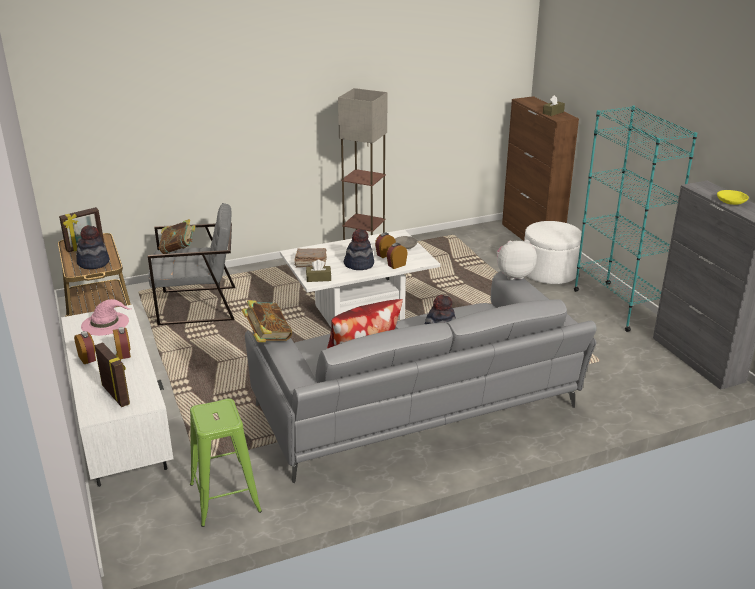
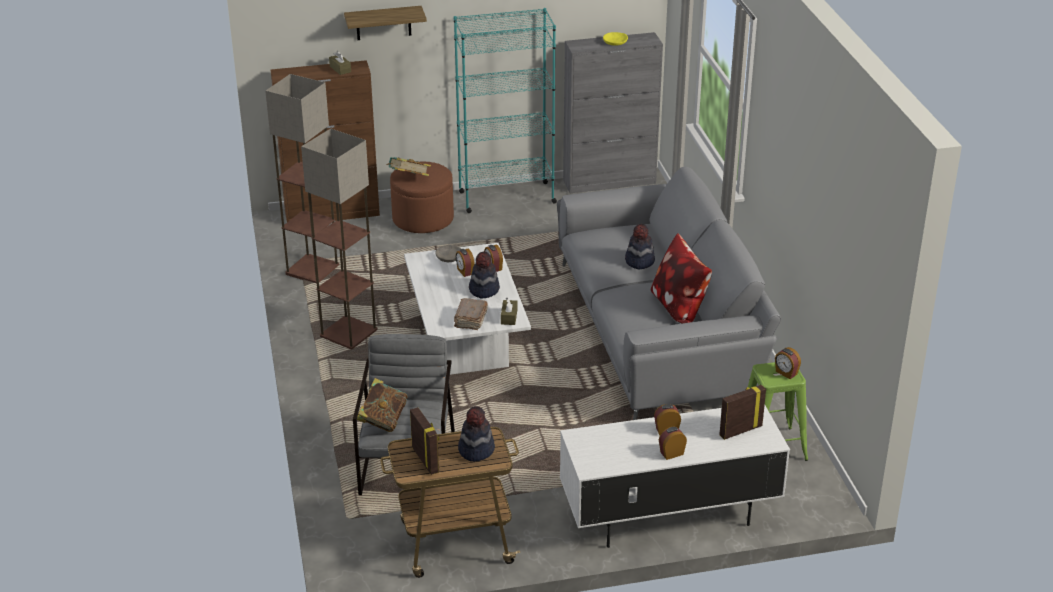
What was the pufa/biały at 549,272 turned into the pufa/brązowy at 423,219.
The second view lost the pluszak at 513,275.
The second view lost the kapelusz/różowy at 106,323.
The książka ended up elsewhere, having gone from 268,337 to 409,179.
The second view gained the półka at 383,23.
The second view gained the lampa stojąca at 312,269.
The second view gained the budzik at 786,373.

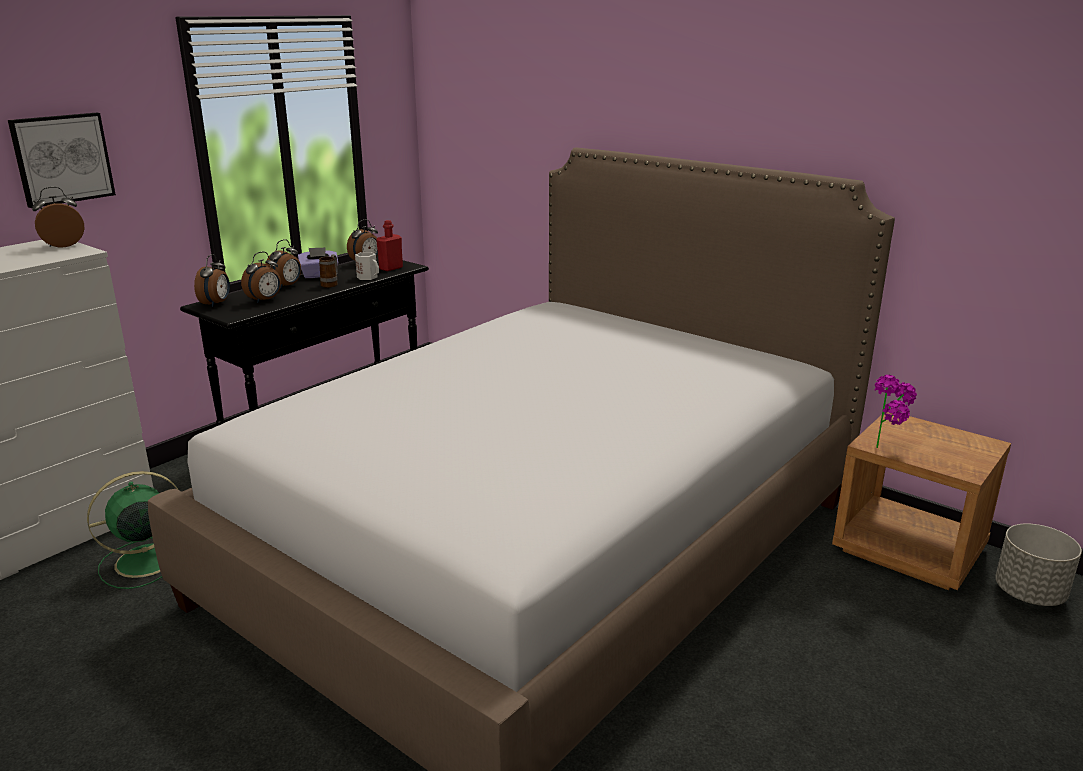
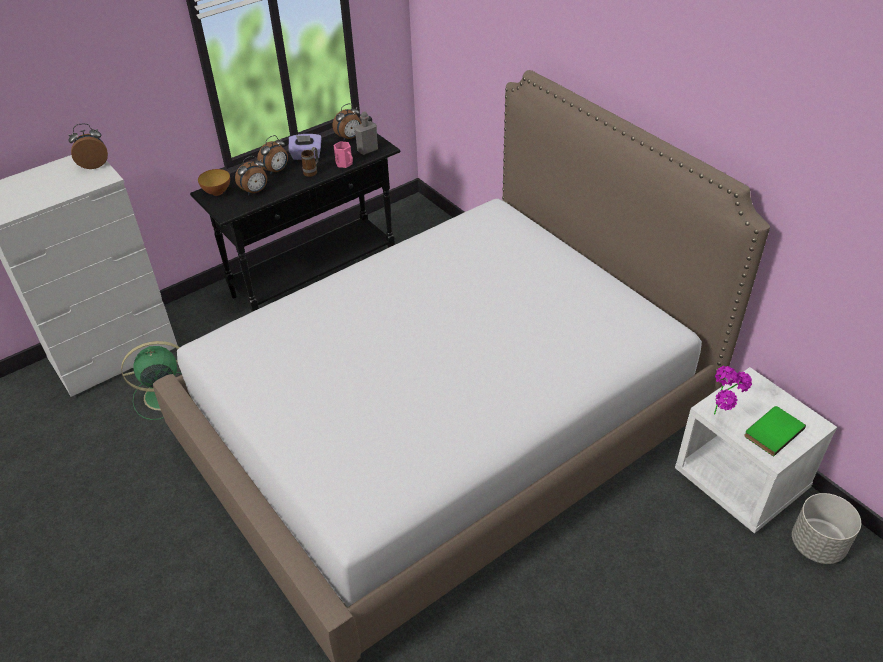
The second view lost the obraz at 62,159.
What was the butelka/czerwony at 391,268 turned into the butelka/szary at 367,150.
What was the kubek/biały at 368,277 turned into the kubek/różowy at 345,163.
Where the budzik stood at 216,304, the miska came to stand at 217,192.
What was the szafka nocna/brązowy at 910,550 turned into the szafka nocna/biały at 741,482.
The second view gained the książka/zielony at 772,431.

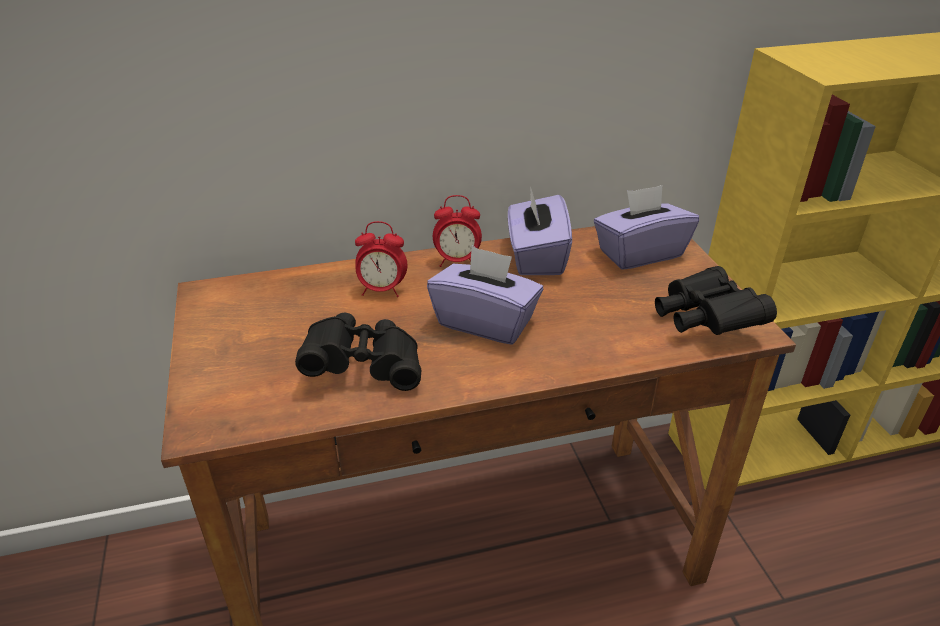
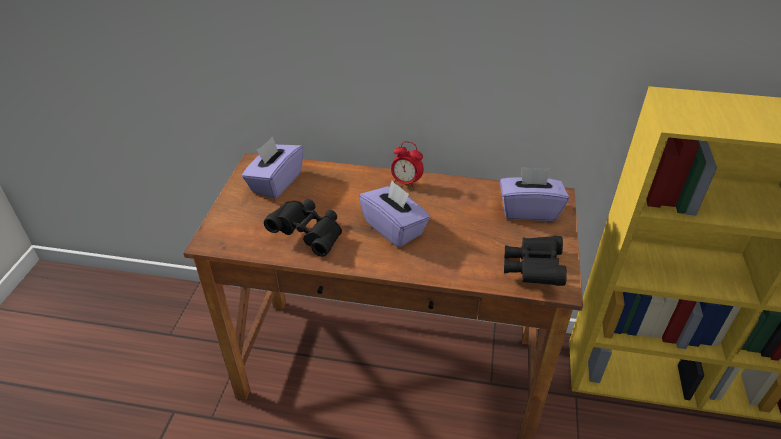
The pudełko chusteczek/fioletowy ended up elsewhere, having gone from 536,257 to 275,182.
The second view lost the budzik at 382,290.

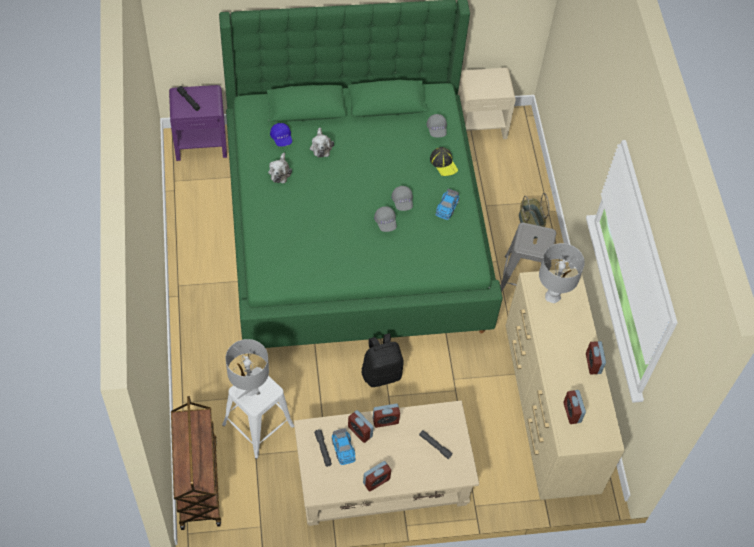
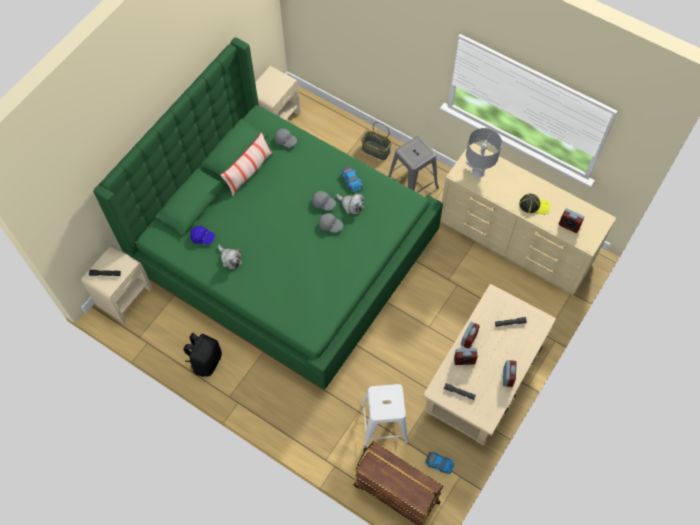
What was the szafka nocna/fioletowy at 201,144 turned into the szafka nocna/beżowy at 125,297.
The pluszak ended up elsewhere, having gone from 320,146 to 351,205.
The czapka z daszkiem ended up elsewhere, having gone from 443,163 to 534,205.
The plecak/czarny ended up elsewhere, having gone from 381,373 to 206,361.
The second view lost the lampa stołowa/szary at 249,389.
The second view lost the budzik at 593,363.
The samochodzik ended up elsewhere, having gone from 343,449 to 439,463.
The second view gained the poduszka at 249,172.

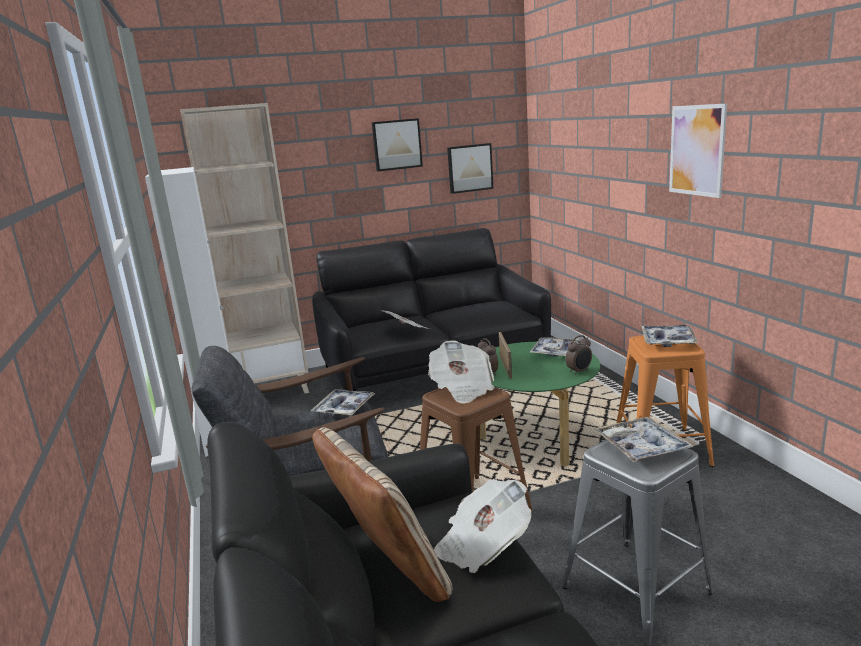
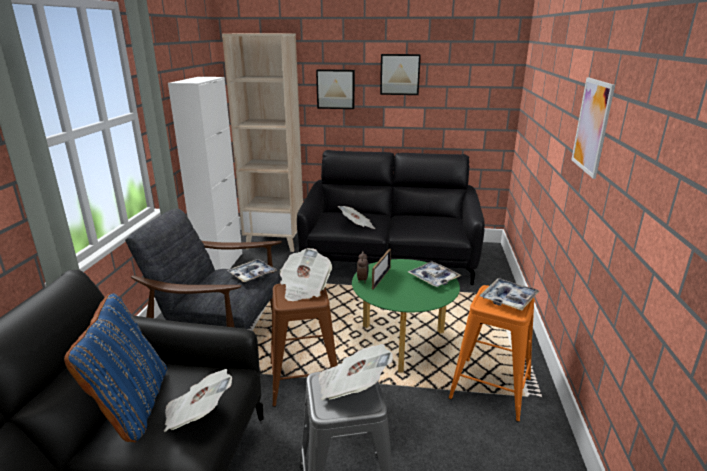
The obraz ended up elsewhere, having gone from 469,168 to 336,89.
The second view lost the budzik at 579,371.
Where the taca stood at 641,447, the gazeta came to stand at 352,387.
What was the poduszka/beżowy at 387,572 turned into the poduszka/niebieski at 132,405.

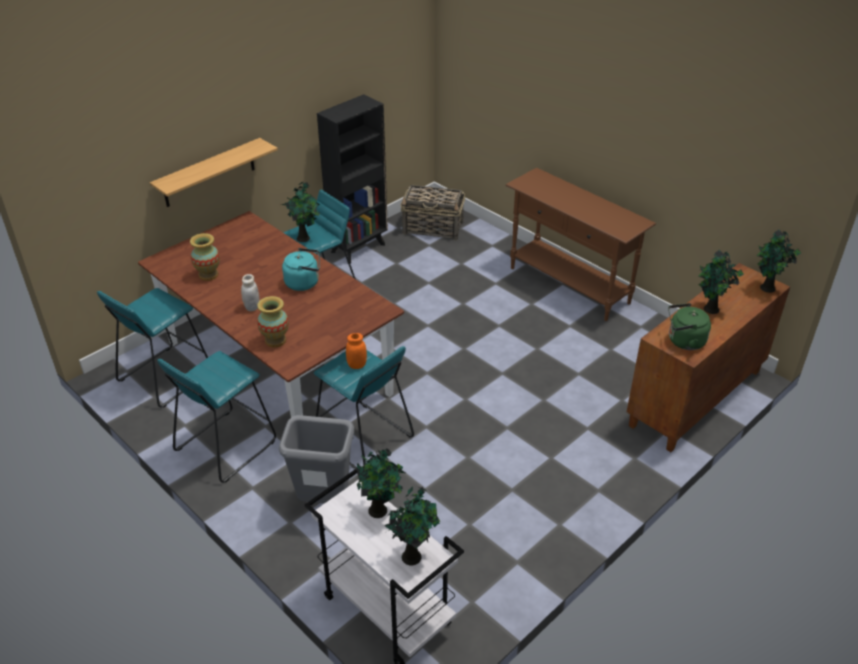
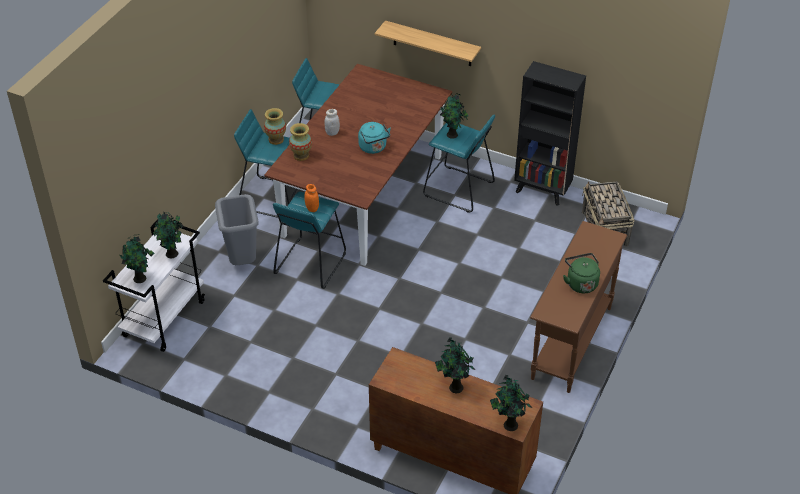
The wazon ended up elsewhere, having gone from 208,275 to 276,139.
The czajnik/zielony ended up elsewhere, having gone from 684,341 to 580,283.

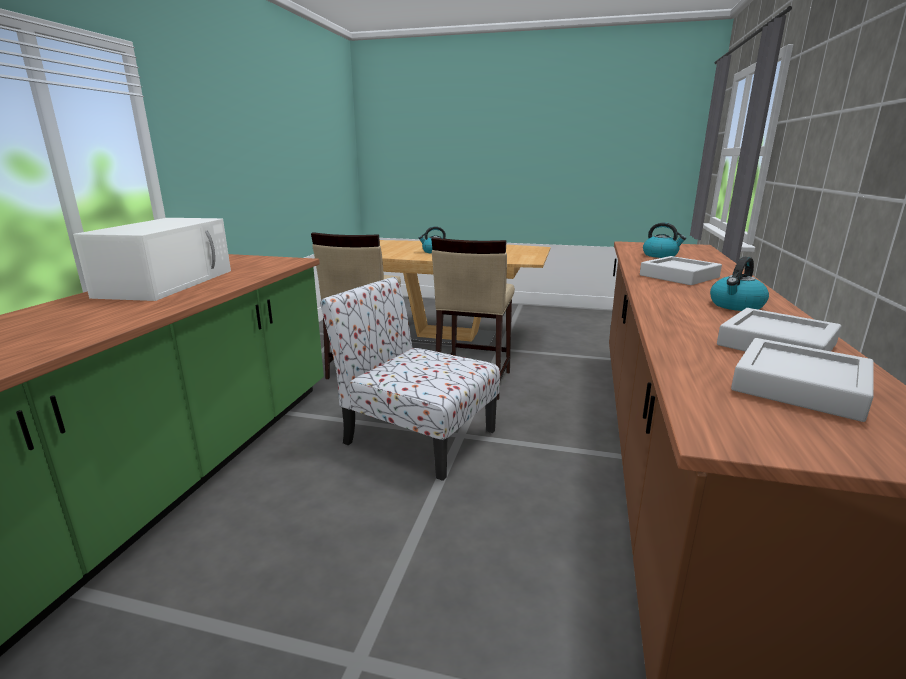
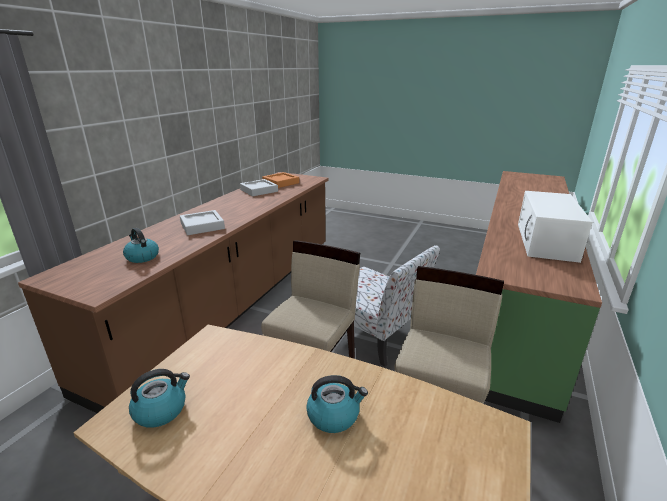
The czajnik ended up elsewhere, having gone from 736,306 to 161,410.
What was the taca/szary at 799,386 turned into the taca/pomarańczowy at 281,183.

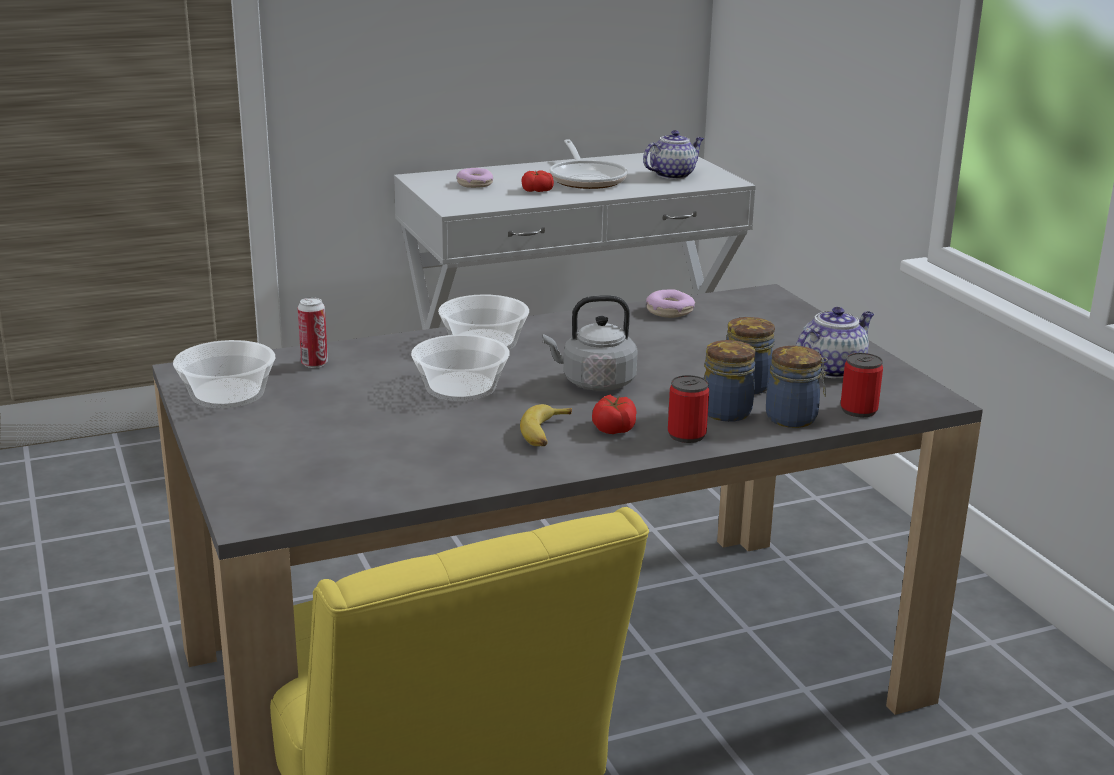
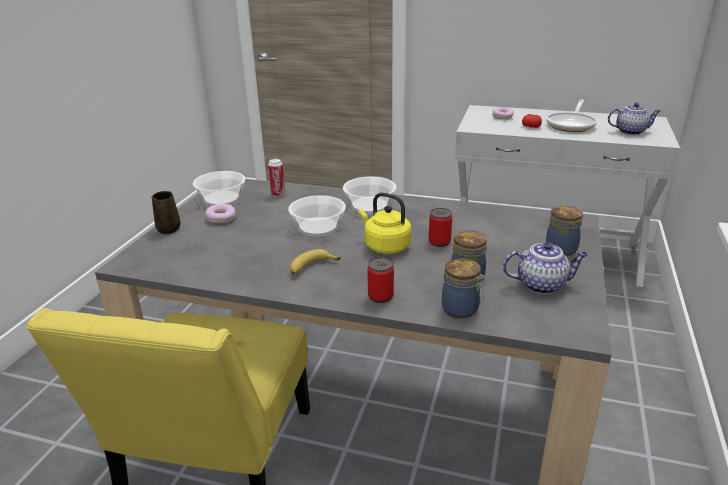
The donut ended up elsewhere, having gone from 670,311 to 221,218.
What was the czajnik/szary at 594,383 turned into the czajnik/żółty at 385,246.
The słoik ended up elsewhere, having gone from 726,411 to 561,249.
The puszka ended up elsewhere, having gone from 858,410 to 439,242.
The second view lost the pomidor at 613,427.
The second view gained the kubek/brązowy at 169,228.

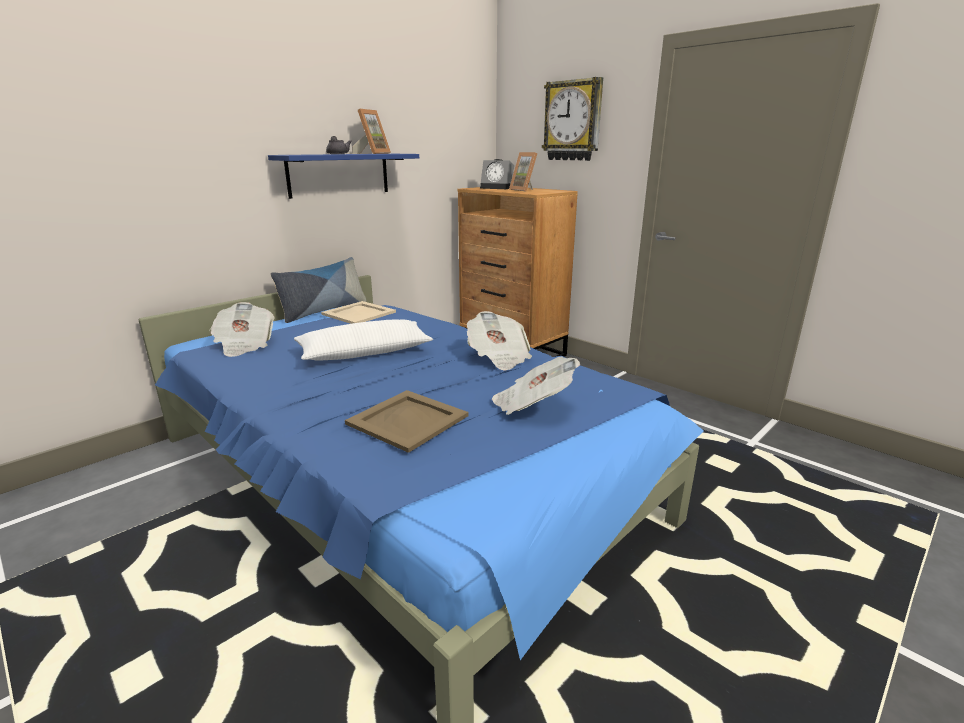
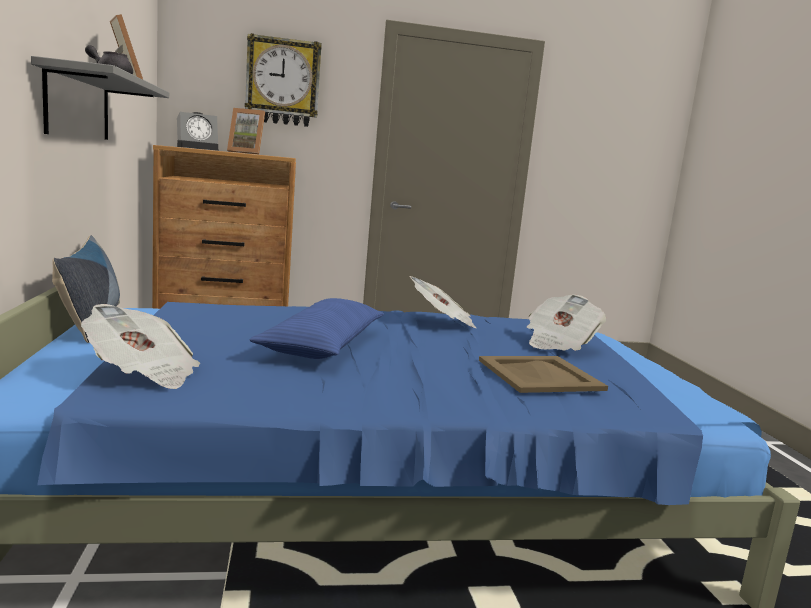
What was the półka/niebieski at 339,174 turned into the półka/szary at 78,105.
The second view lost the taca/beżowy at 359,313.
What was the poduszka/biały at 365,352 turned into the poduszka/niebieski at 323,344.

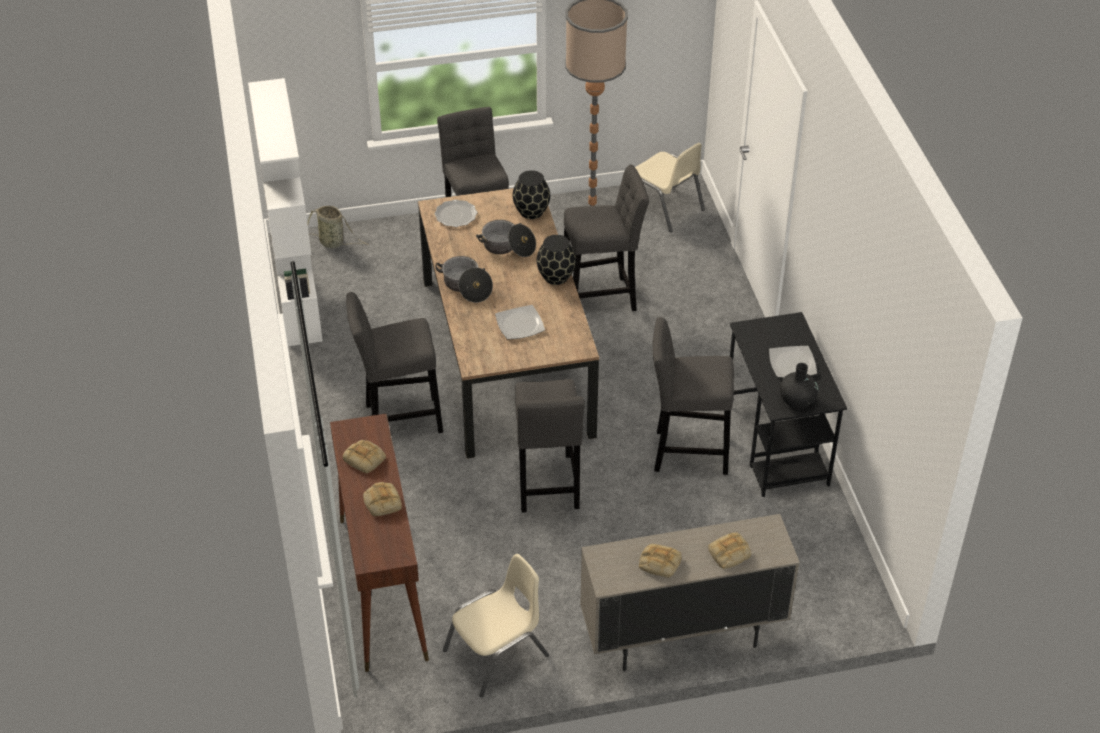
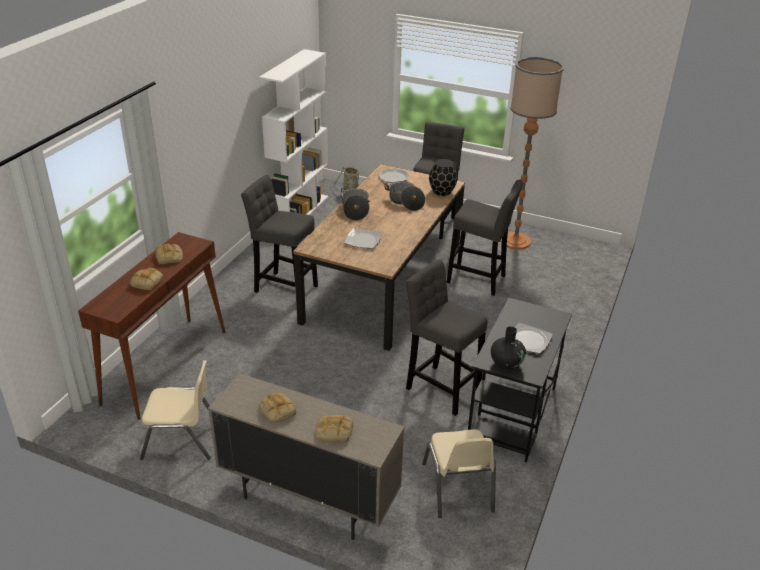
The krzesło/beżowy ended up elsewhere, having gone from 664,207 to 458,487.
The second view lost the wazon/czarny at 556,277.
The second view lost the stołek/szary at 547,487.

